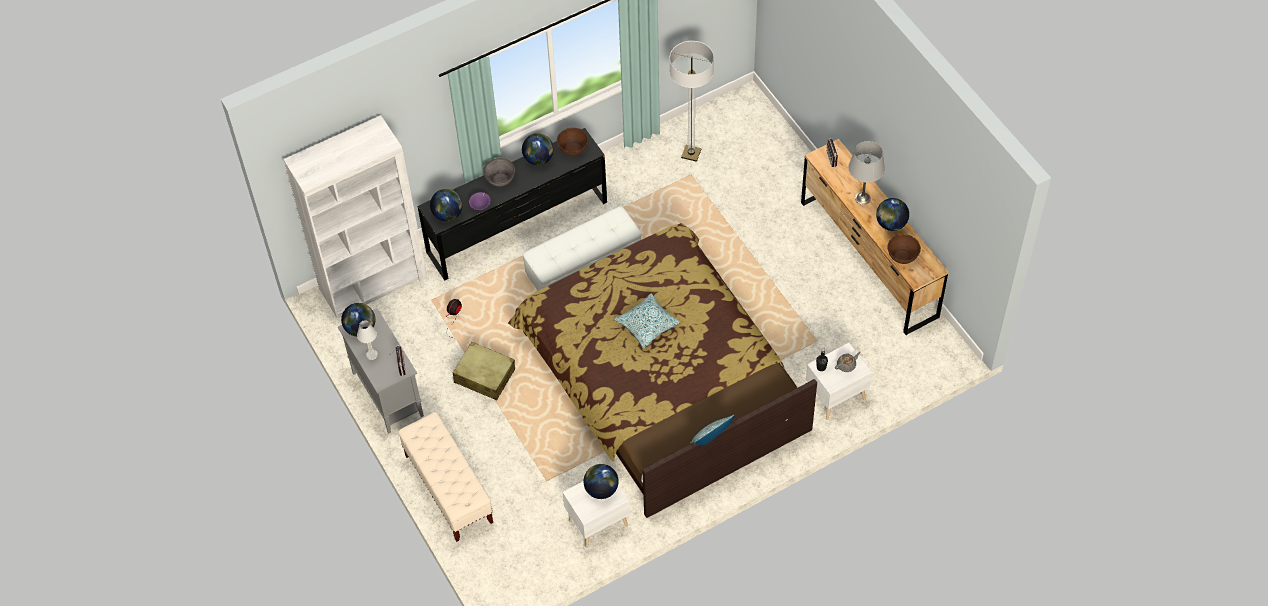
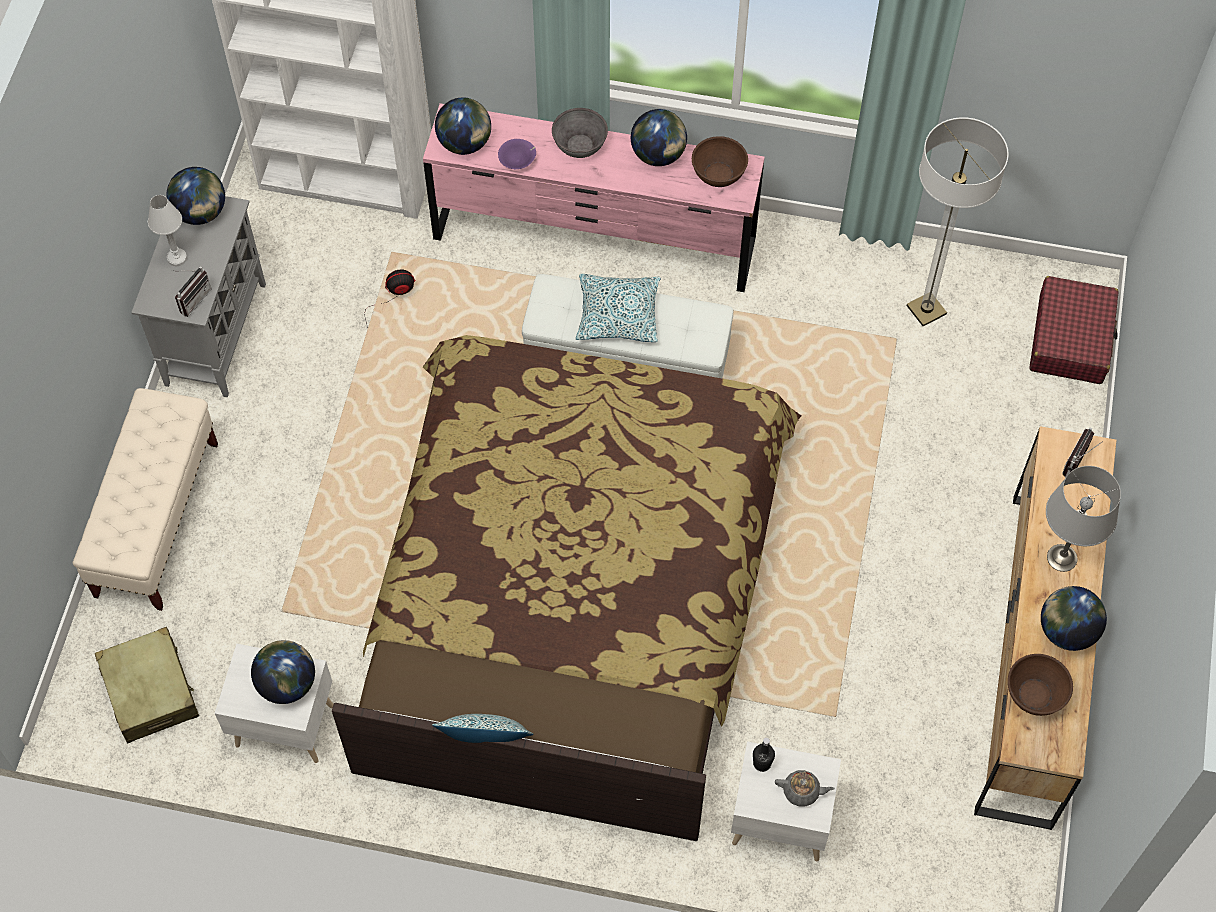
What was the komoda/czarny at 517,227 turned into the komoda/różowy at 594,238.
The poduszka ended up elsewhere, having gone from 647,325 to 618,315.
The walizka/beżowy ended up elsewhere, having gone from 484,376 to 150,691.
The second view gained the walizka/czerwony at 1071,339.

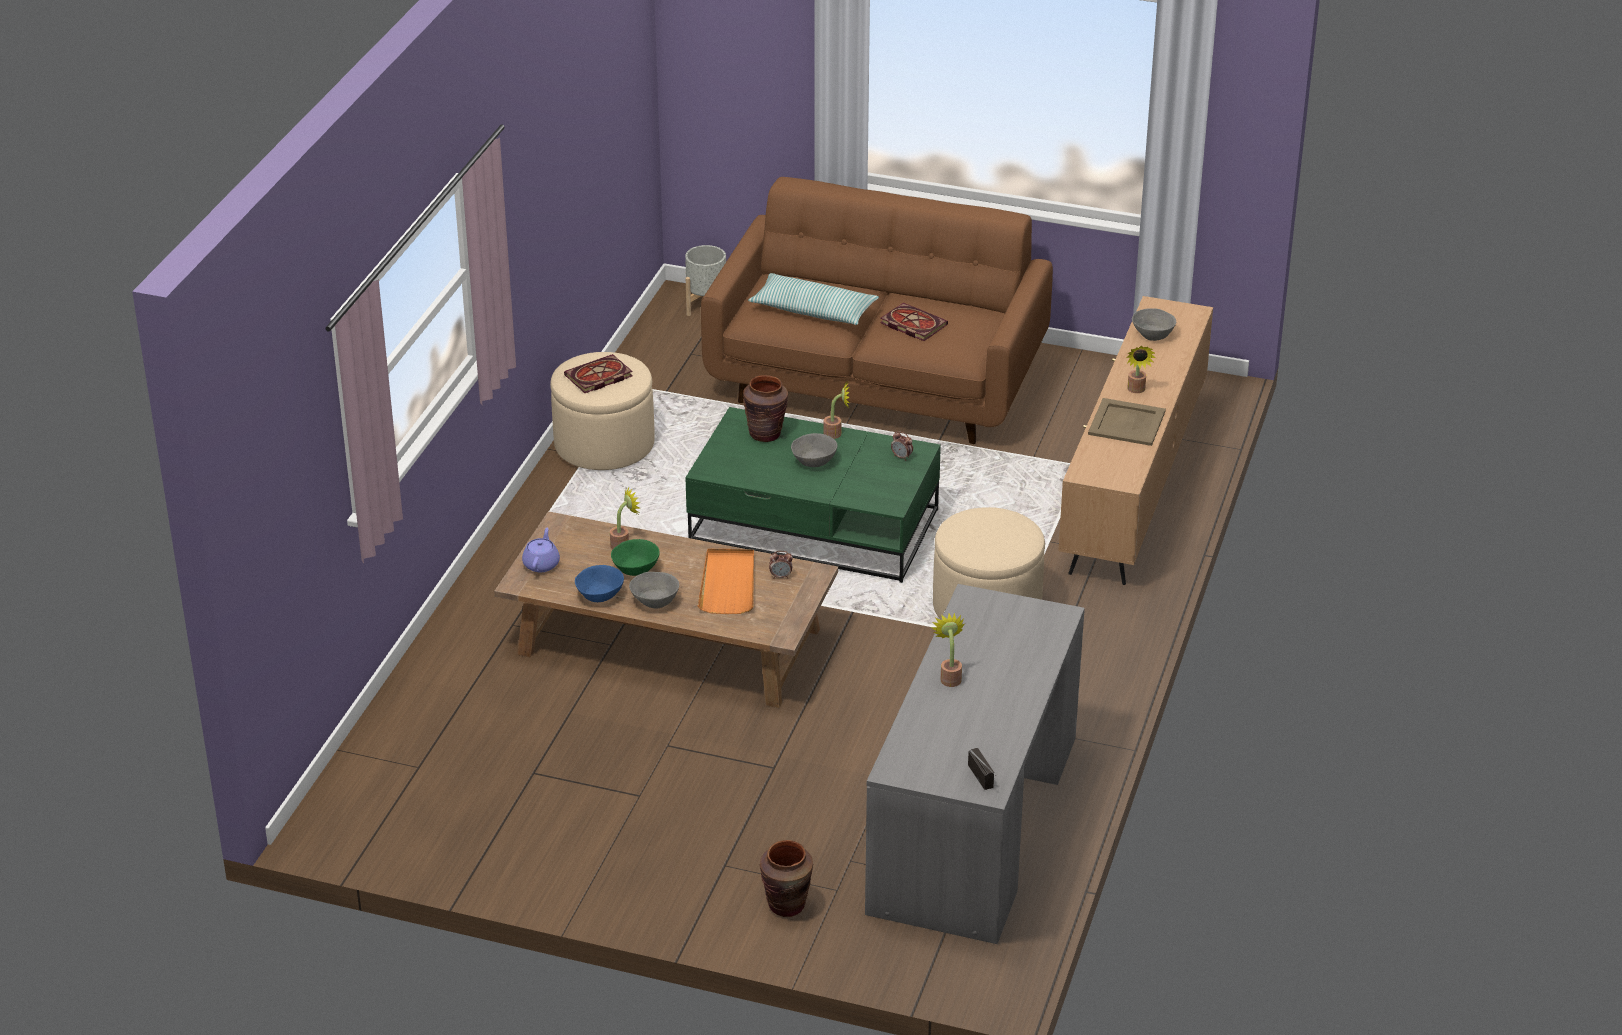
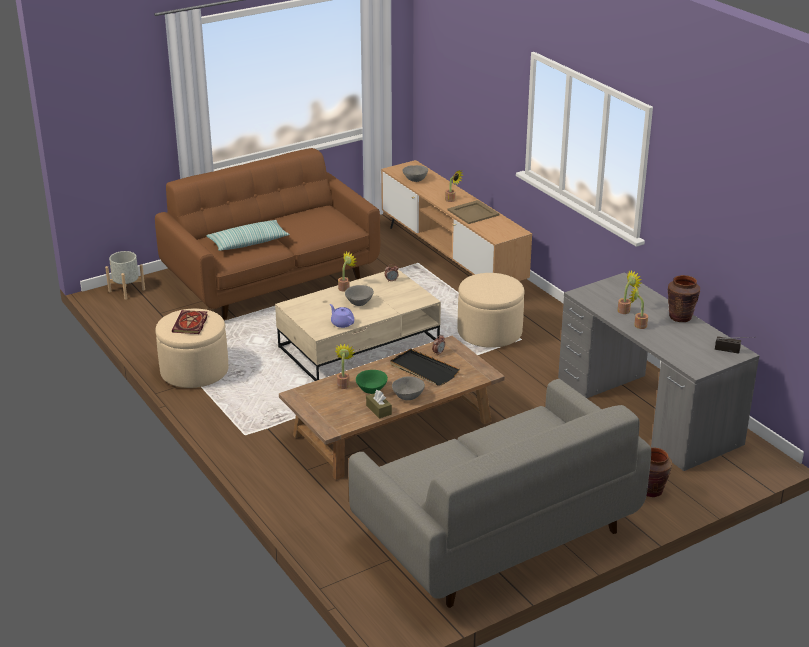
The second view lost the książka at 911,324.
The wazon/brązowy ended up elsewhere, having gone from 765,434 to 680,317.
What was the ława/zielony at 816,526 turned into the ława/beżowy at 359,345.
The imbryk/fioletowy ended up elsewhere, having gone from 541,564 to 342,323.
What was the taca/pomarańczowy at 728,584 turned into the taca/czarny at 423,369.
Where the miska/niebieski stood at 600,595, the pudełko chusteczek/brązowy came to stand at 378,410.
The second view gained the roślina doniczkowa at 625,310.
The second view gained the kanapa/szary at 496,532.

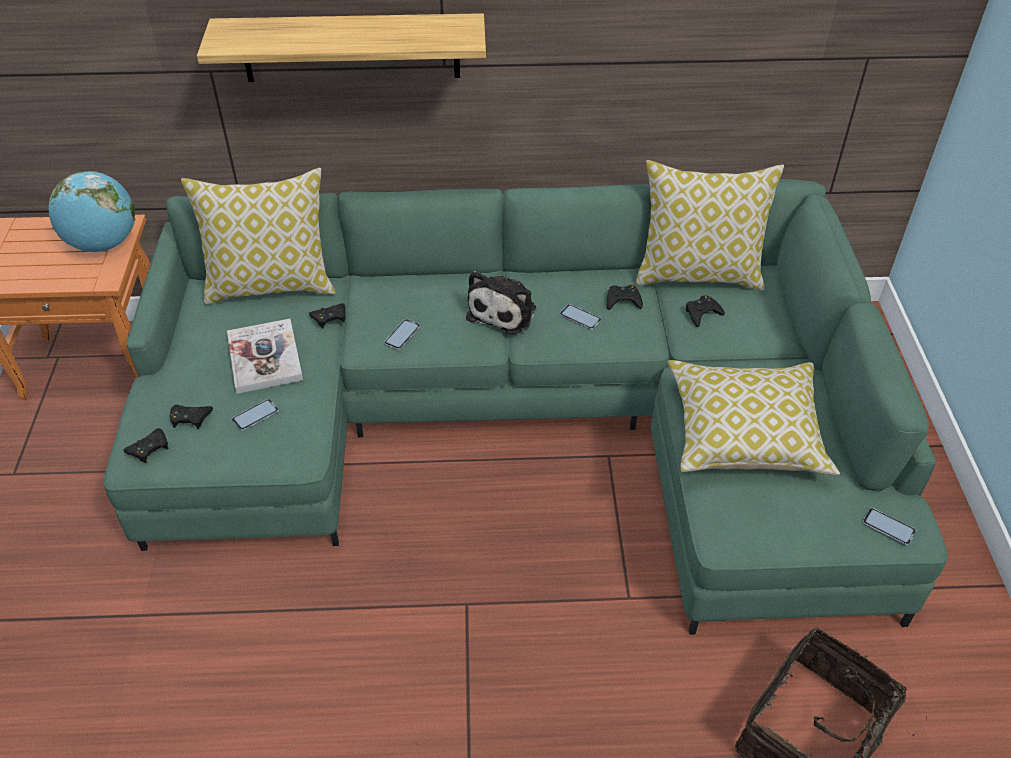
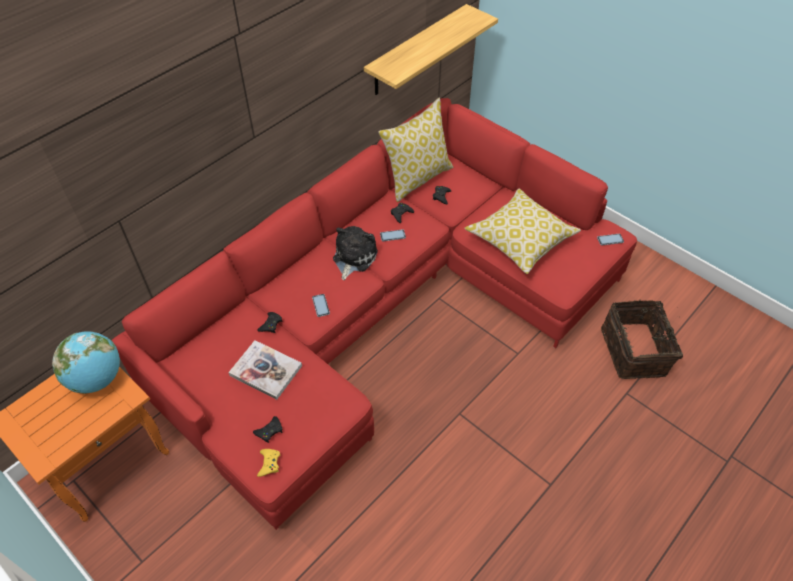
The półka ended up elsewhere, having gone from 351,48 to 417,51.
The second view lost the poduszka at 271,285.
What was the kanapa/zielony at 527,422 turned into the kanapa/czerwony at 386,310.
The pluszak at 504,311 ended up facing another way, 135 degrees counterclockwise from before.
The second view lost the telefon at 255,415.
What was the pad do gier/czarny at 149,448 turned into the pad do gier/żółty at 269,463.

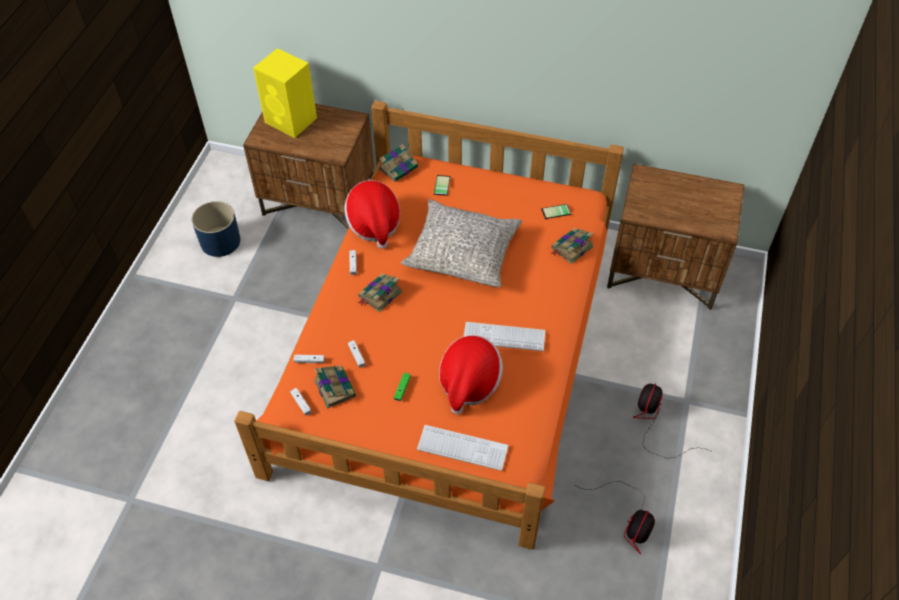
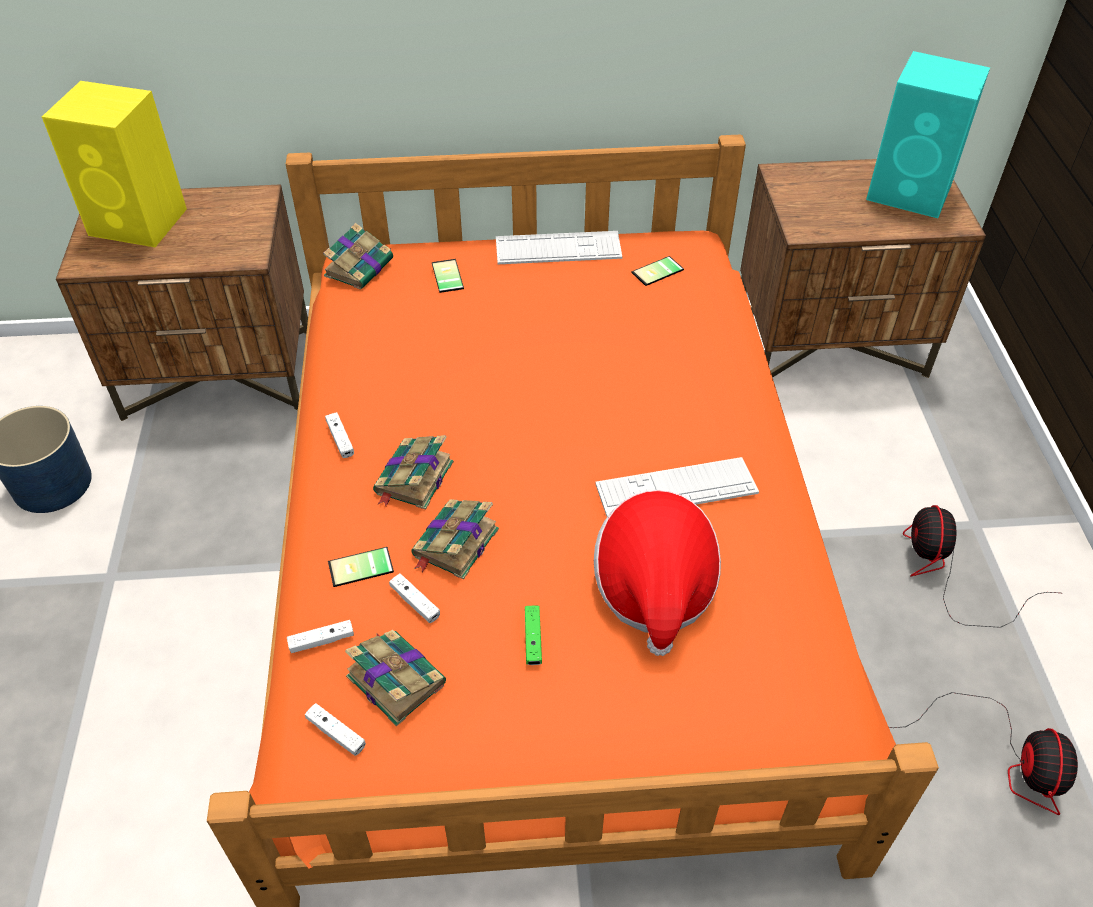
The second view lost the kapelusz at 374,224.
The second view lost the poduszka/szary at 463,253.
The książka ended up elsewhere, having gone from 571,248 to 454,544.
The klawiatura ended up elsewhere, having gone from 462,448 to 558,249.
The second view gained the głośnik/turkusowy at 911,192.
The second view gained the telefon at 361,570.

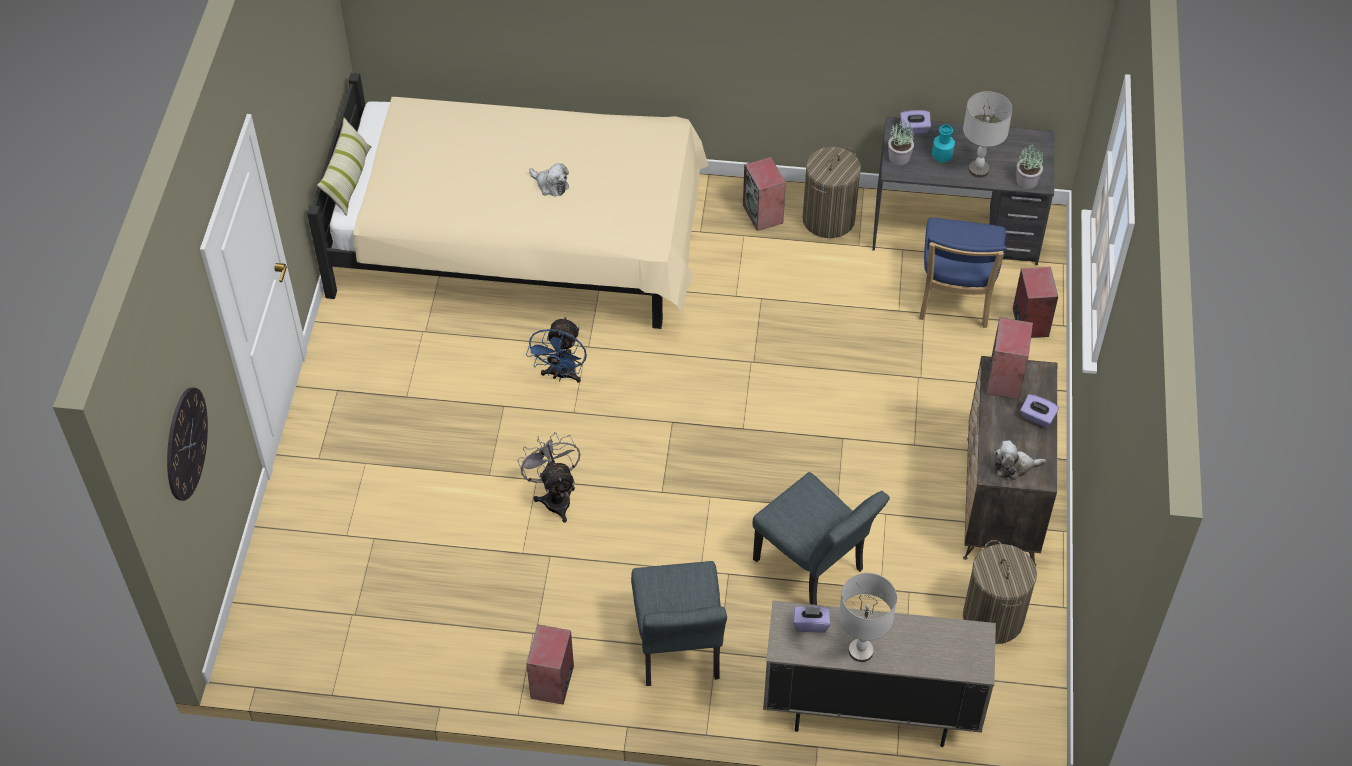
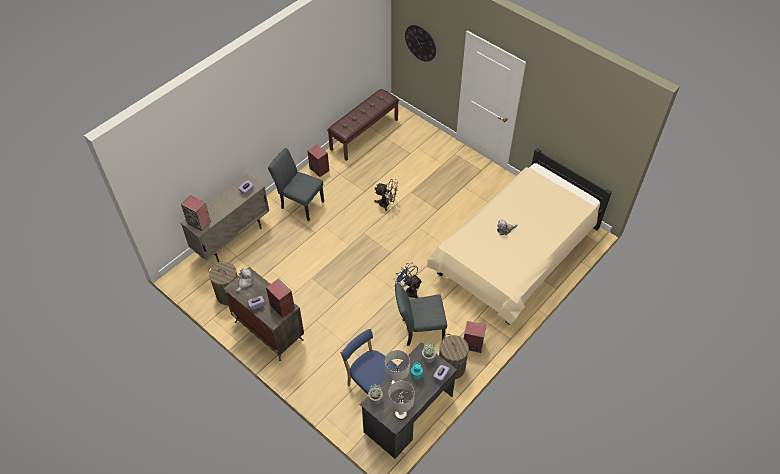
The second view lost the poduszka at 348,180.
The głośnik ended up elsewhere, having gone from 1029,322 to 199,222.
The wentylator/niebieski ended up elsewhere, having gone from 561,375 to 409,291.
The krzesło/szary ended up elsewhere, having gone from 814,570 to 419,330.
The lampa stołowa/szary ended up elsewhere, having gone from 861,651 to 400,414.
The second view gained the ławka/brązowy at 364,134.

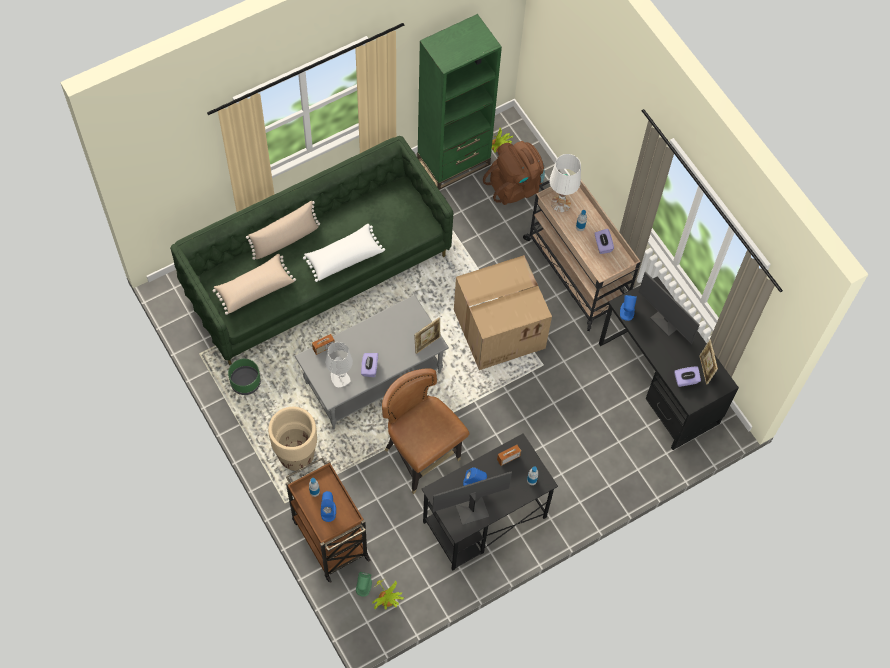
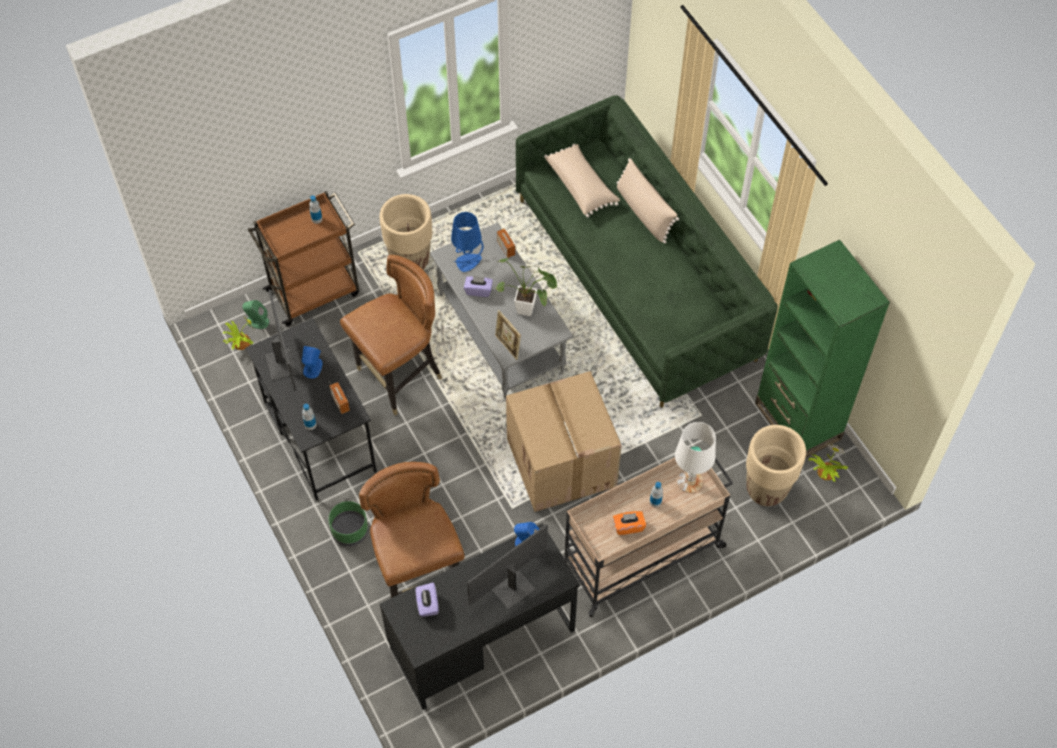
Where the plecak/brązowy stood at 515,186, the donica/beżowy came to stand at 766,489.
The second view lost the poduszka/biały at 343,257.
What was the pudełko chusteczek/fioletowy at 602,245 turned into the pudełko chusteczek/pomarańczowy at 628,526.
The second view lost the ramka na zdjęcie at 704,370.
What was the lampa stołowa/szary at 339,377 turned into the lampa stołowa/niebieski at 468,262.
The donica/zielony ended up elsewhere, having gone from 245,382 to 350,531.
The second view lost the głośnik/niebieski at 328,510.
The second view gained the roślina doniczkowa at 529,311.
The second view gained the krzesło/brązowy at 418,576.

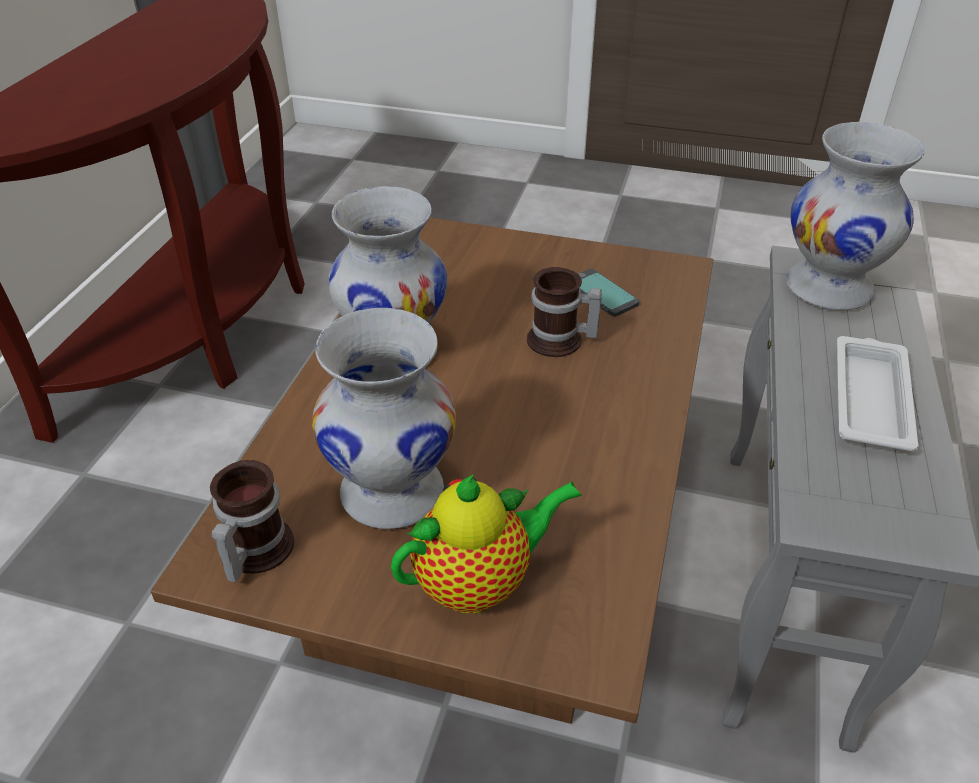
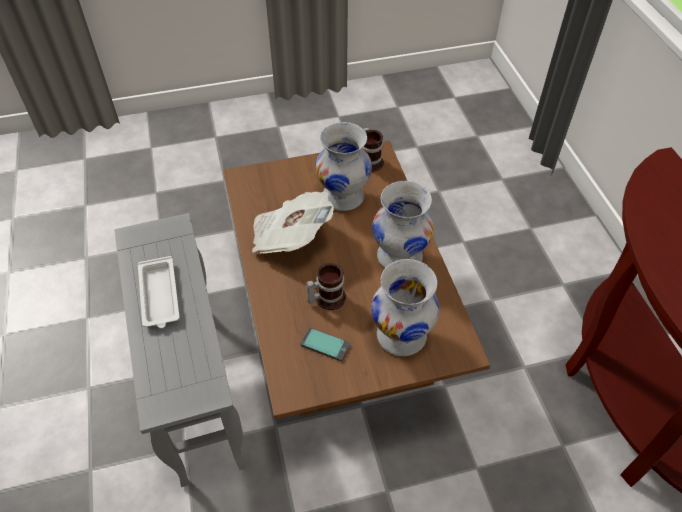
The wazon/biały ended up elsewhere, having gone from 827,288 to 402,335.
The second view lost the imbryk at 479,582.
The second view gained the gazeta at 290,237.

